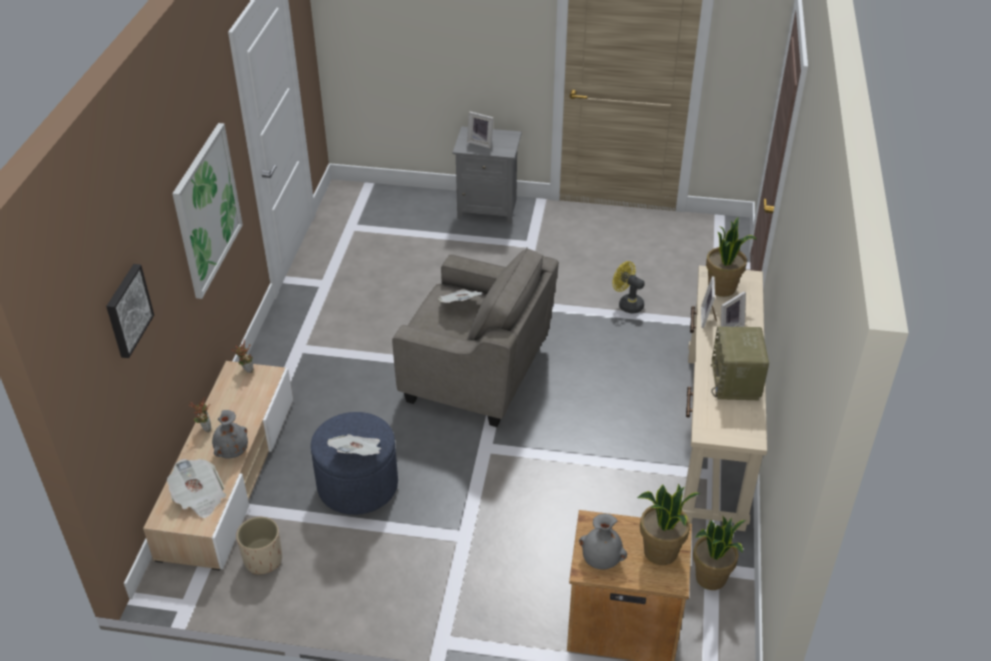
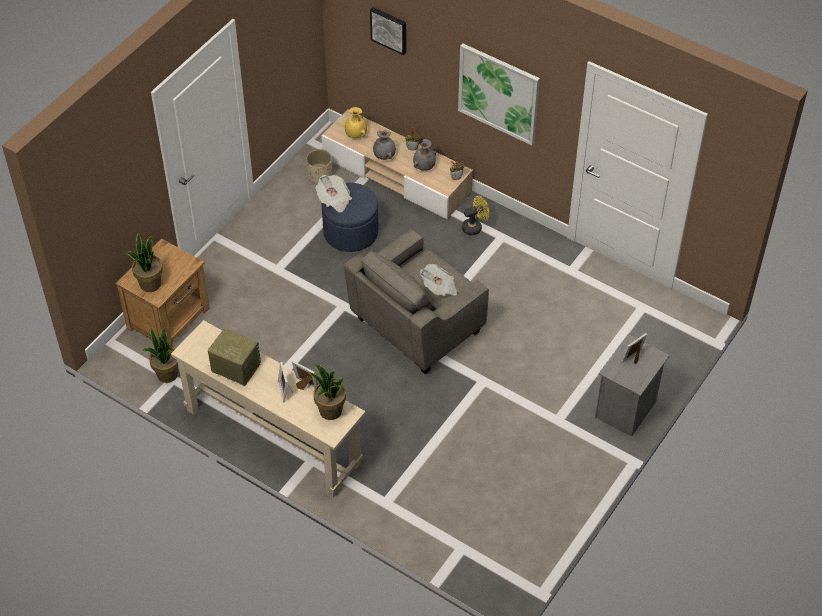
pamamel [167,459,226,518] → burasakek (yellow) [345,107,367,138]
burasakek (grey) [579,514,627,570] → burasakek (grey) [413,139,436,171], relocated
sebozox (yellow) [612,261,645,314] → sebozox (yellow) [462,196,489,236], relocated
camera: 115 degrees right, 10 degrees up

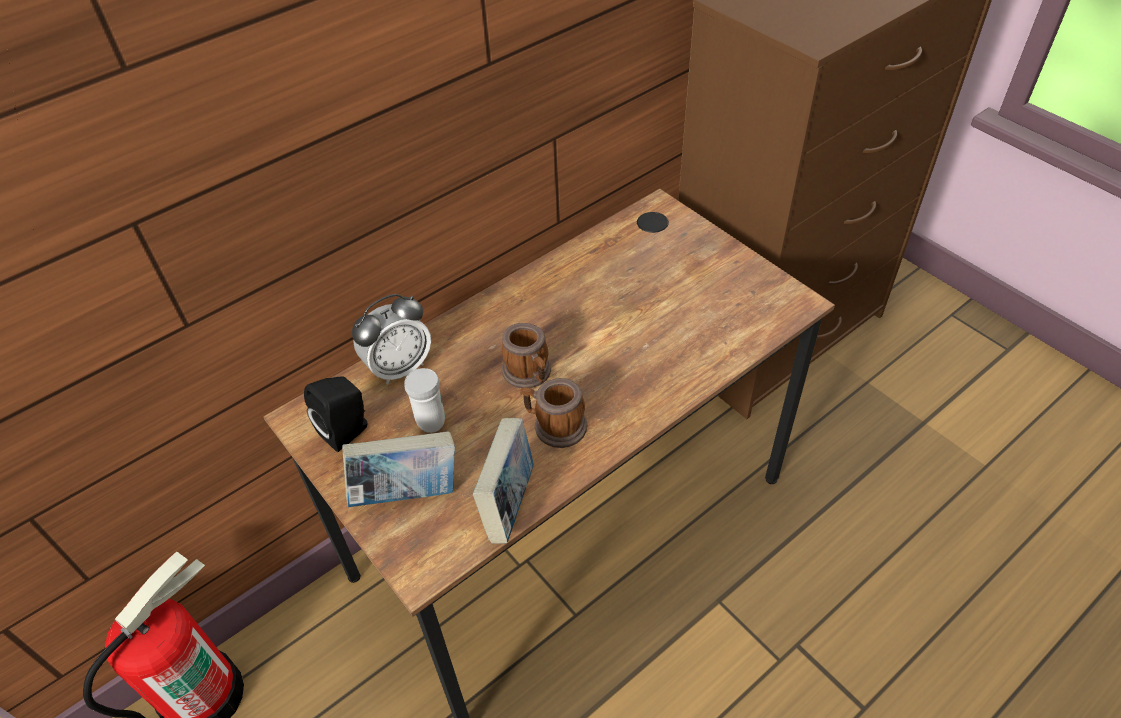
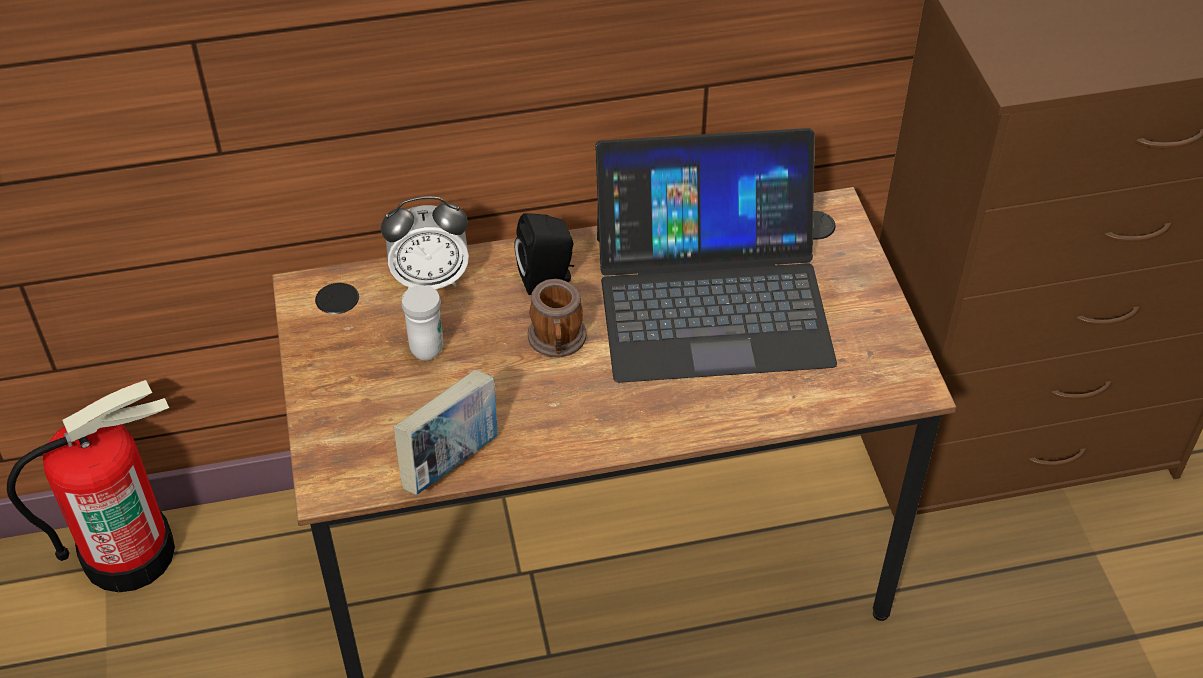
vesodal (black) [304,376,367,452] → vesodal (black) [515,213,574,295], relocated
- → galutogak [595,128,837,383]
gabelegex [342,431,455,507] → -
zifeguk [520,378,587,448] → -
camera: 25 degrees right, 0 degrees up

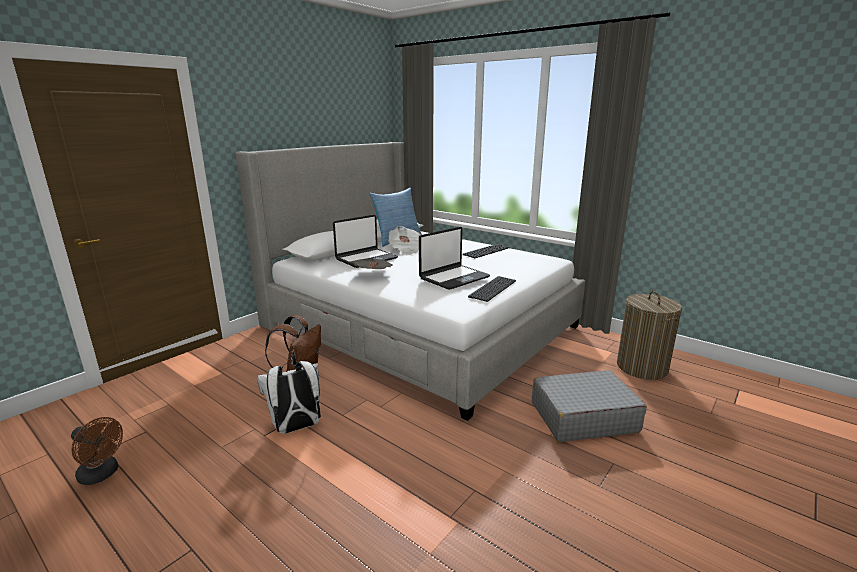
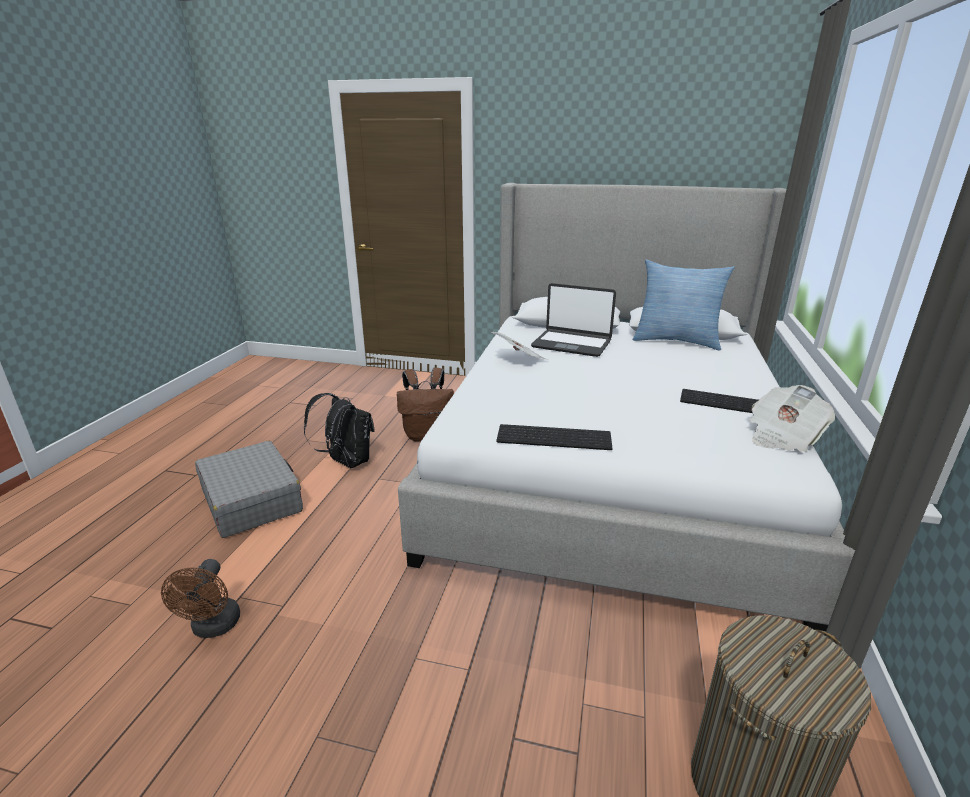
sebozox (brown) [71,417,123,485] → sebozox (brown) [161,559,240,638], relocated
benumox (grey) [532,370,647,442] → benumox (grey) [195,441,303,538], relocated
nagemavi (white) [257,361,321,434] → nagemavi (black) [304,393,375,468]
pamamel [388,226,420,256] → pamamel [750,385,835,452], relocated
galutogak [419,227,490,290] → -
camera: 65 degrees right, 5 degrees up

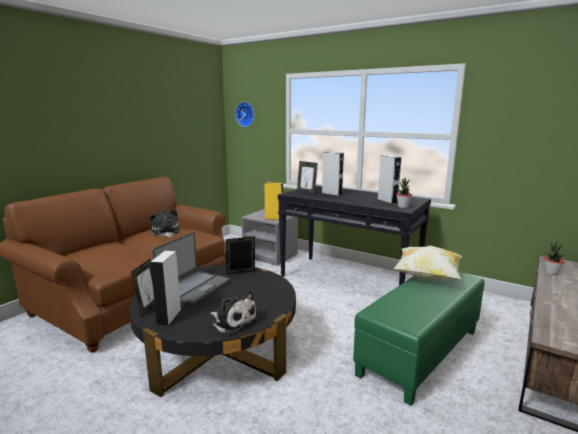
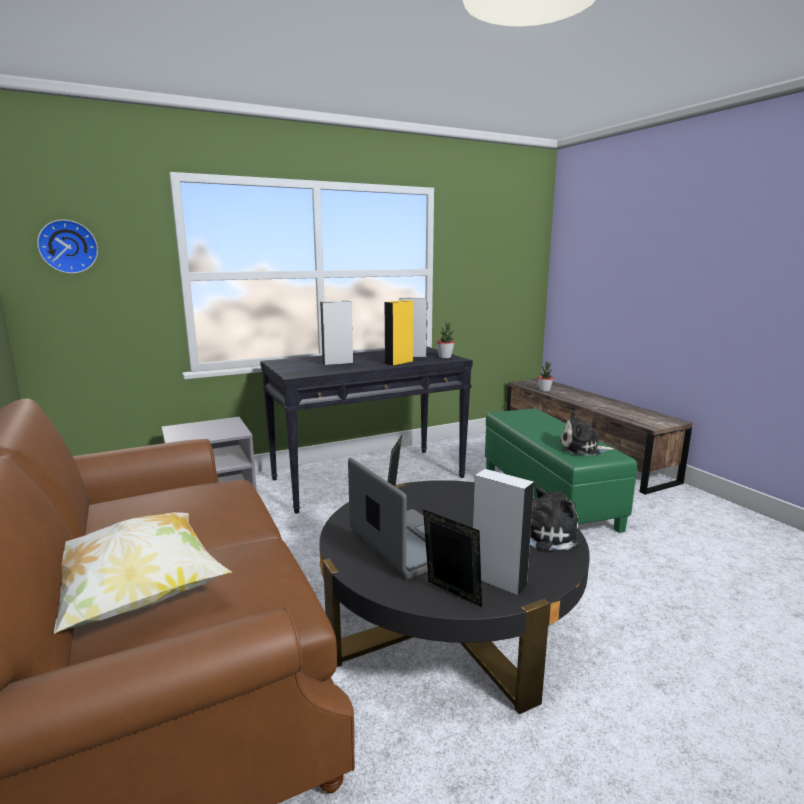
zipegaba [393,246,462,280] → zipegaba [54,512,232,634], relocated
vesodal (yellow) [264,182,283,220] → vesodal (yellow) [385,300,413,366], relocated
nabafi [150,209,180,238] → nabafi [560,411,615,455], relocated
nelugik [297,161,318,194] → -
camera: 60 degrees left, 0 degrees up

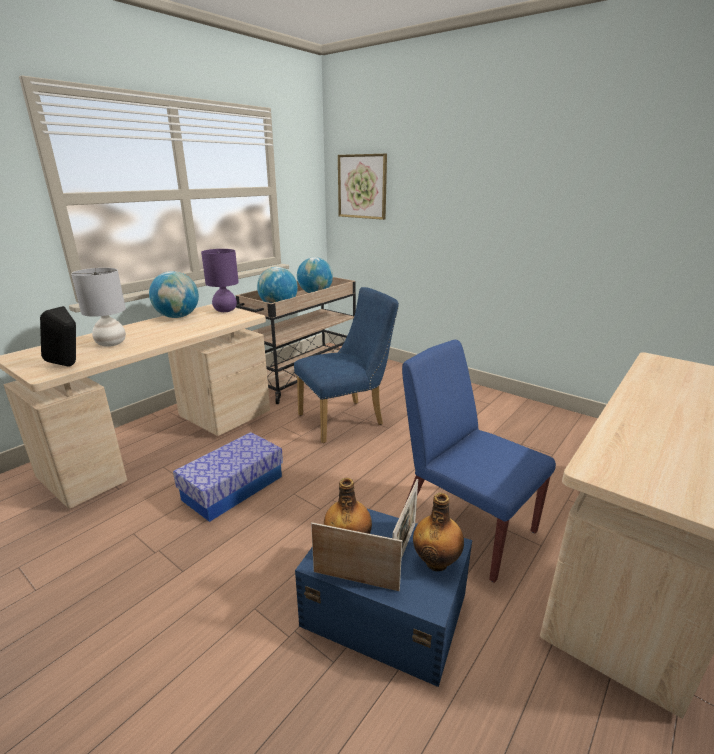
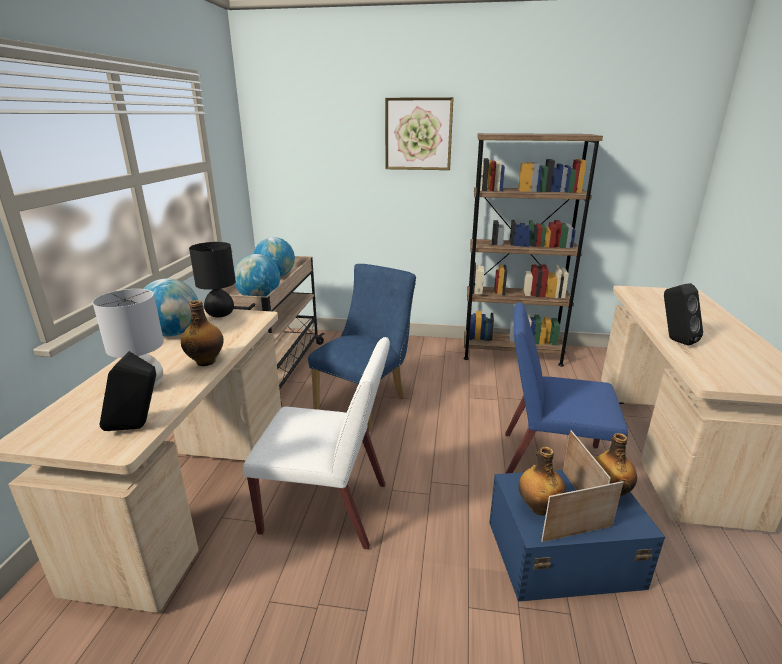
- → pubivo [181,300,224,366]
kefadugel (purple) [201,249,239,312] → kefadugel (black) [189,242,236,317]
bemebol [173,432,283,522] → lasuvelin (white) [243,337,390,549]
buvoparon [338,154,387,220] → buvoparon [385,97,454,170], relocated
- → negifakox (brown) [464,133,603,367]
- → vesodal (black) [664,283,703,346]
camera: 30 degrees left, 0 degrees up

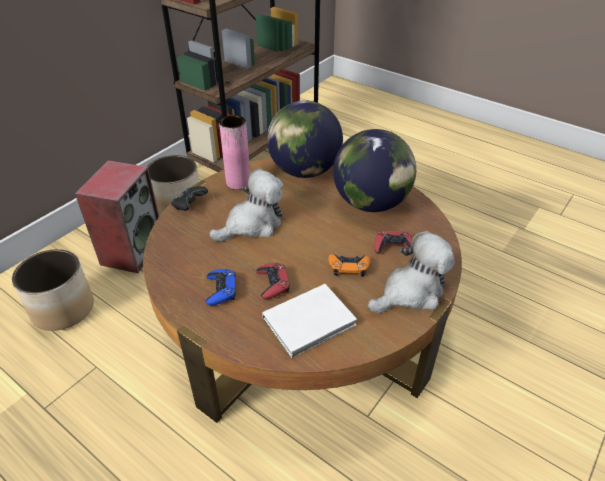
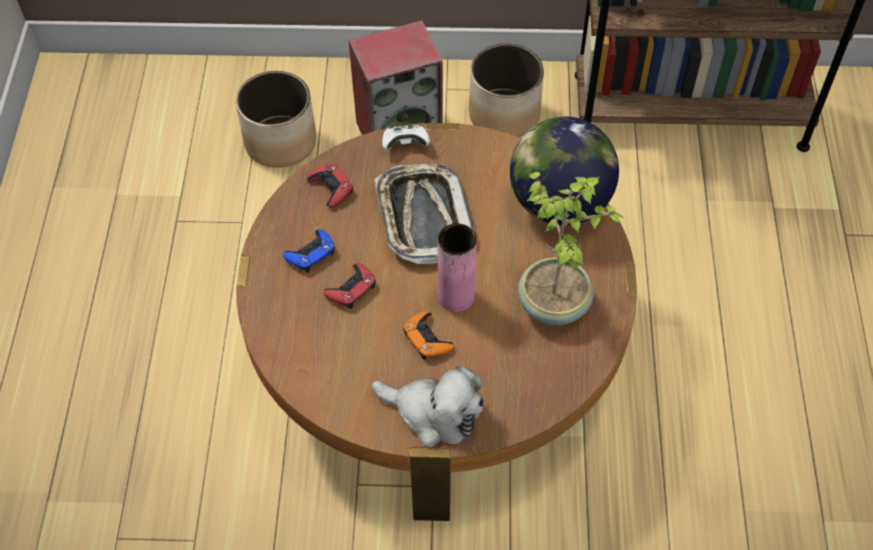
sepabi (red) [374,231,413,255] → sepabi (red) [307,164,353,208], relocated
nabafi [209,169,283,242] → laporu [374,163,474,264]
sepabi (black) [171,186,208,211] → sepabi (white) [382,124,430,150]
burasakek (pink) [219,115,250,190] → burasakek (pink) [438,223,477,312], relocated
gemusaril [333,129,416,212] → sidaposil [518,172,624,325]
gabelegex (white) [262,284,357,358] → -
camera: 55 degrees right, 15 degrees up

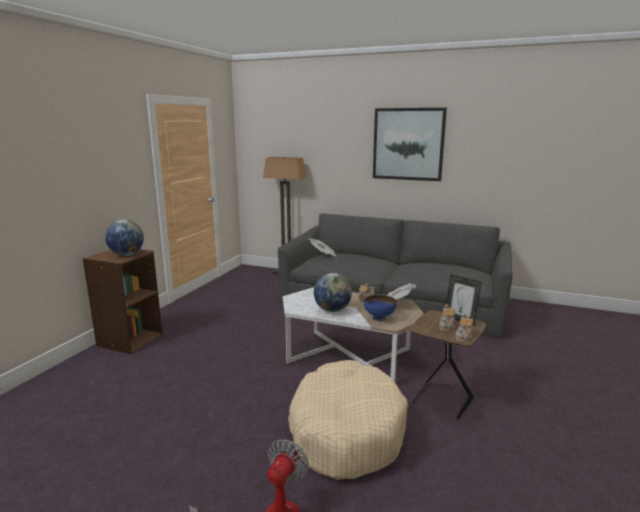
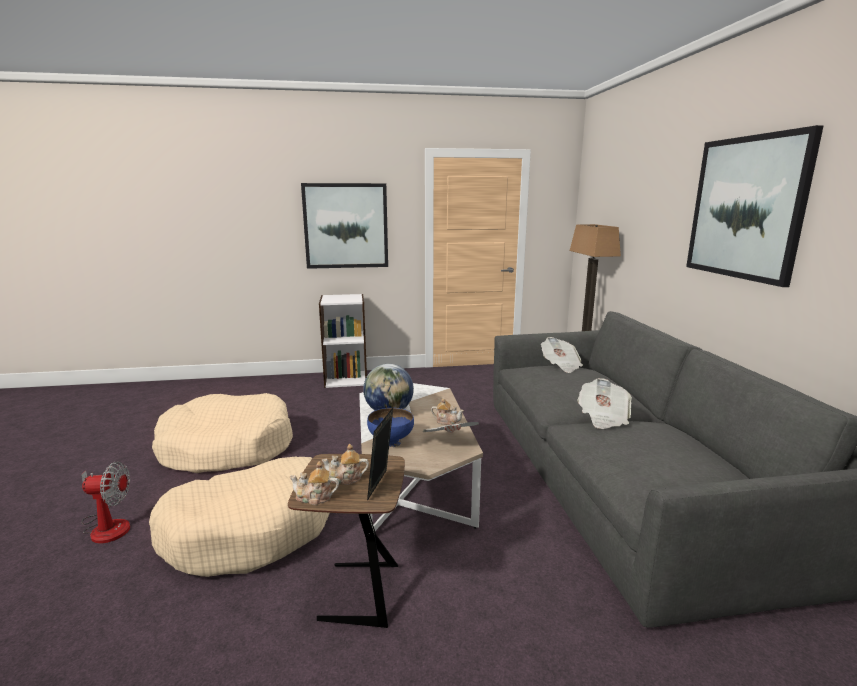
- → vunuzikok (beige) [152,393,293,473]
- → buvoparon [301,183,388,269]
negifakox (brown) [83,249,163,354] → negifakox (white) [319,294,367,388]
- → pamamel [577,378,632,429]
gemusaril [105,220,144,256] → -
camera: 60 degrees right, 0 degrees up

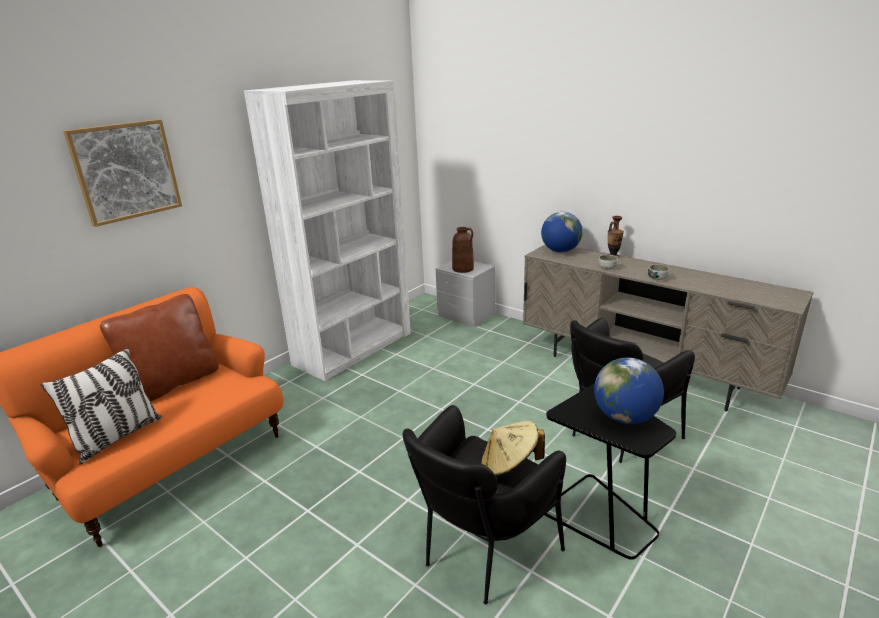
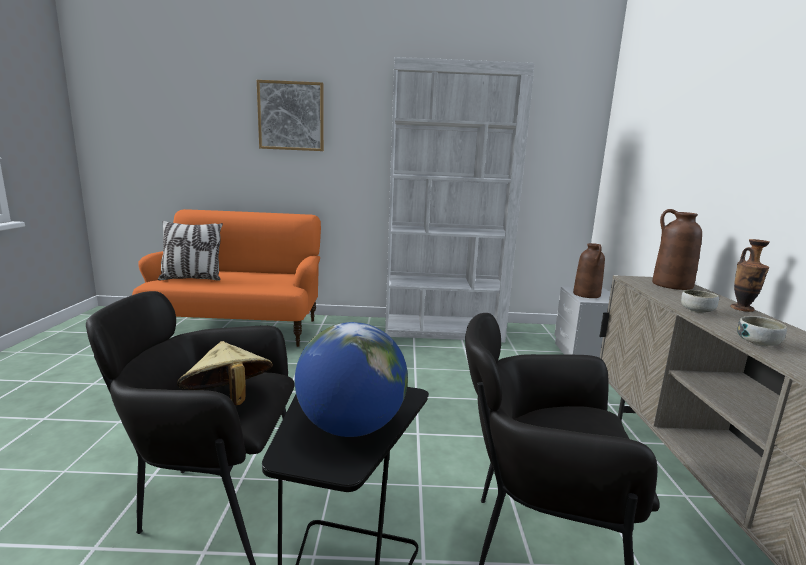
gemusaril [541,212,583,252] → burasakek (brown) [652,209,702,290]
zipegaba (brown) [100,294,219,401] → -
camera: 50 degrees right, 10 degrees down

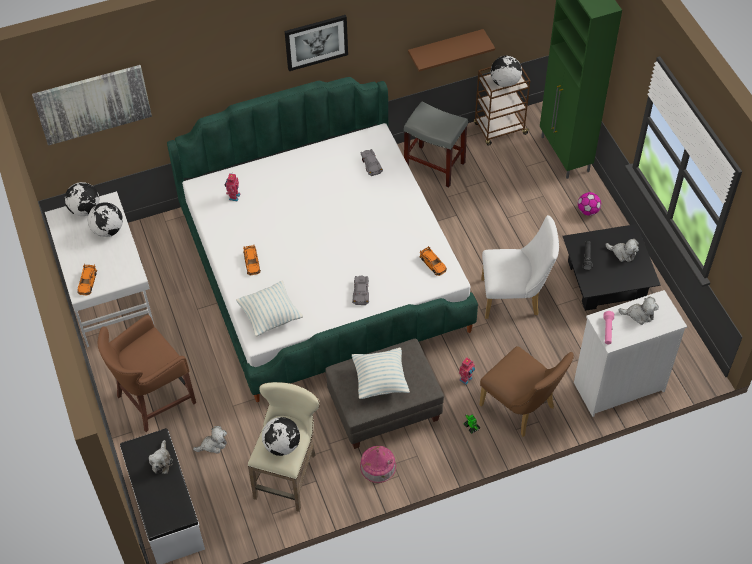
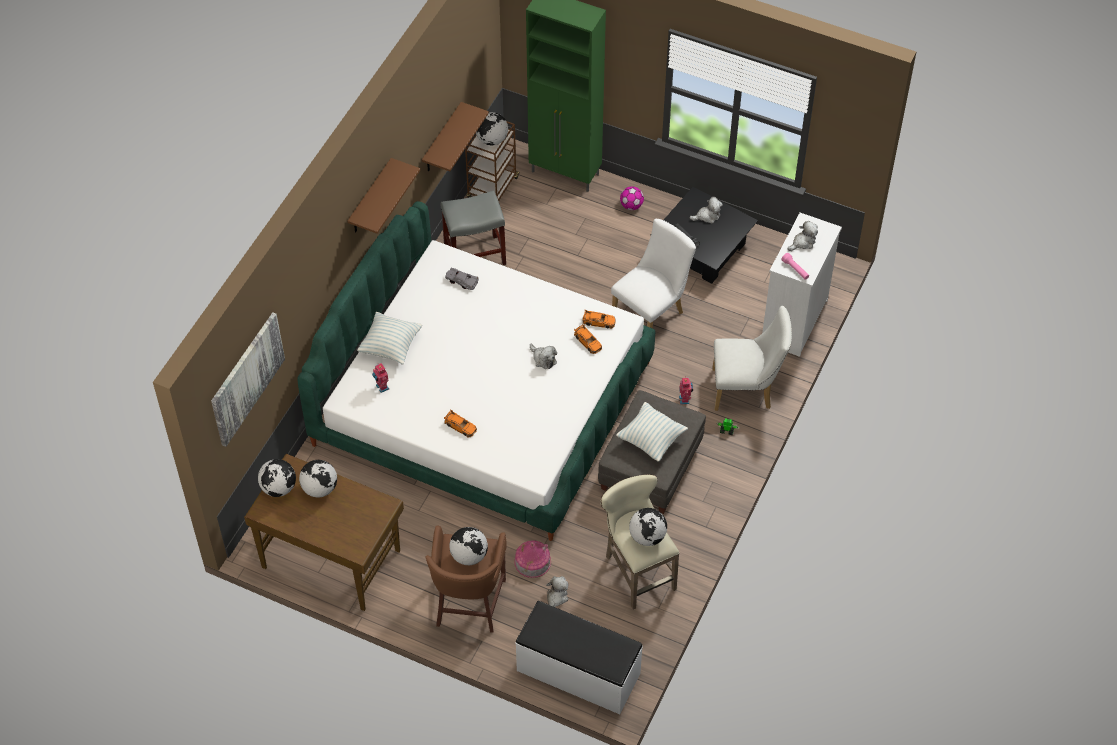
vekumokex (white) [45,191,155,347] → vekumokex (brown) [244,454,404,611]
buvoparon [285,15,348,71] → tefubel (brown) [348,158,420,234]
zipegaba [236,281,303,337] → zipegaba [357,312,422,364], relocated
- → gemusaril [449,527,488,565]
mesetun [360,446,396,483] → mesetun [514,540,551,578], relocated
nabafi [149,440,173,474] → nabafi [530,344,557,369], relocated
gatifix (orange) [77,263,97,295] → gatifix (orange) [574,323,602,354], relocated
lasuvelin (brown) [479,346,574,437] → lasuvelin (white) [712,306,792,411]
gatifix (grey) [352,276,369,305] → -
camera: 45 degrees left, 0 degrees up

